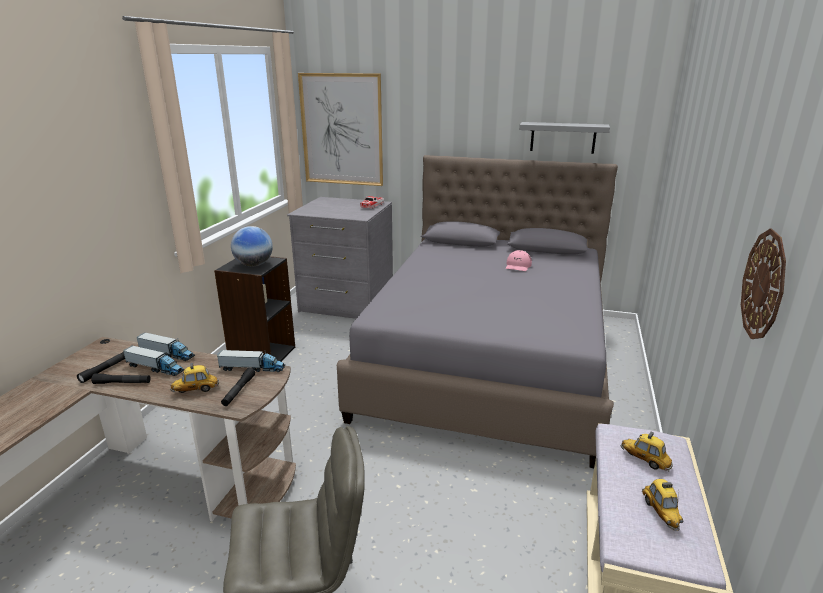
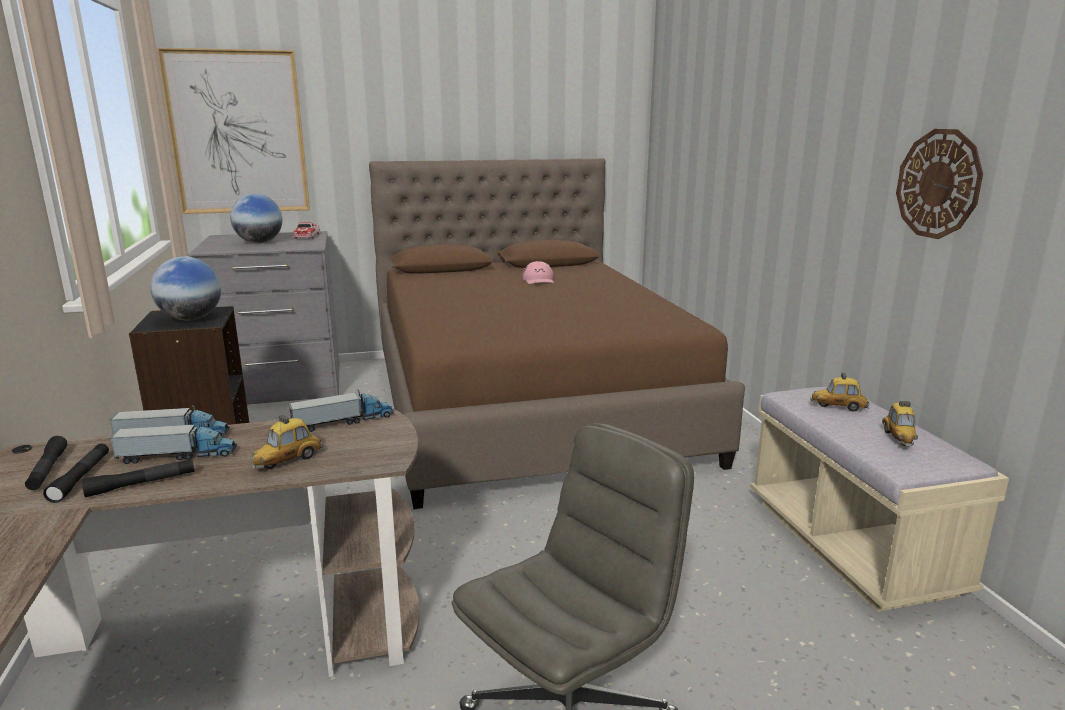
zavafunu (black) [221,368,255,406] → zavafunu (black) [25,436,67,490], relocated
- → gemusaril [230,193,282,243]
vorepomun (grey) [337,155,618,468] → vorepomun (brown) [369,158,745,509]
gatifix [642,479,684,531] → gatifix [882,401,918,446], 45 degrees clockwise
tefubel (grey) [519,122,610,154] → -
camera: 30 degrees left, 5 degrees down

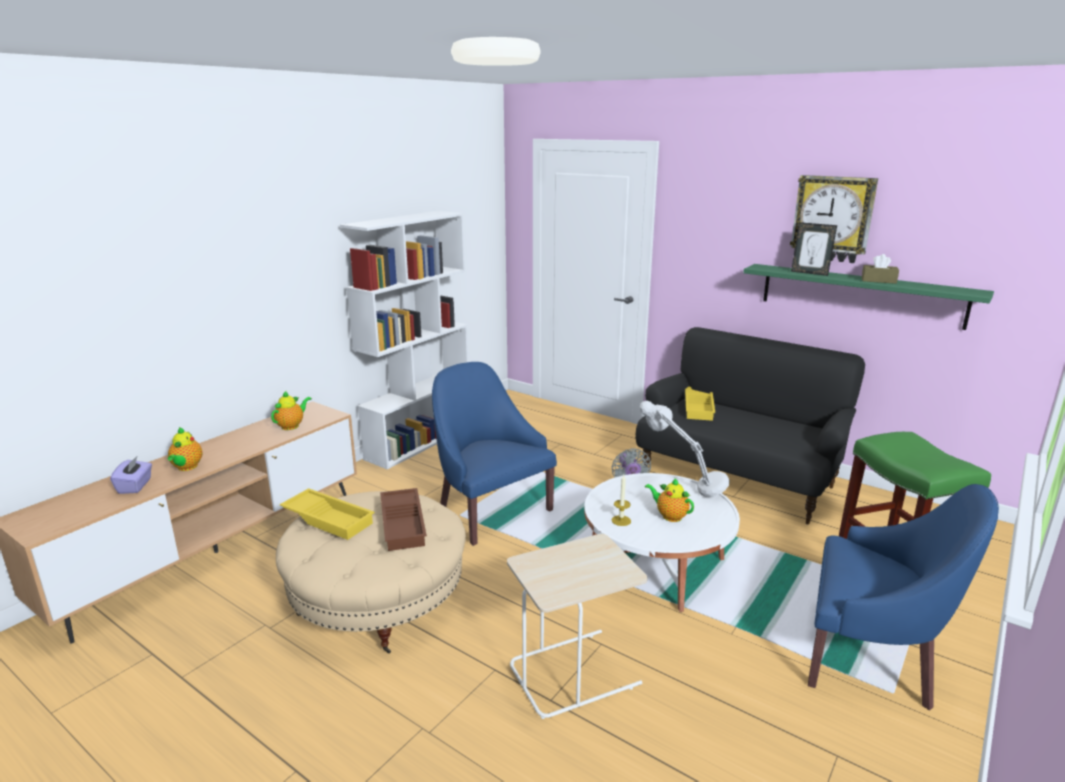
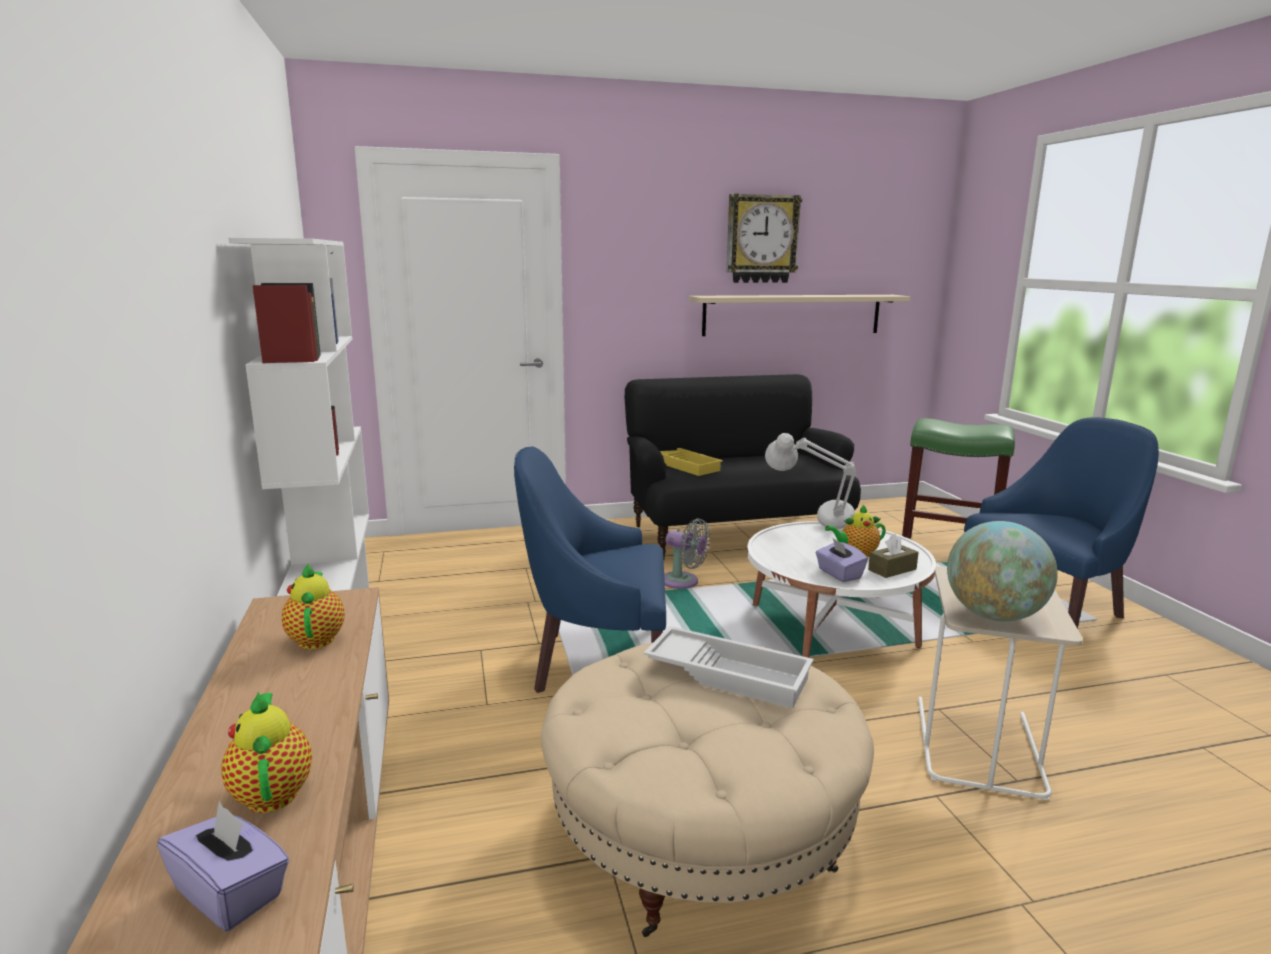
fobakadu [168,427,202,471] → fobakadu [221,692,312,813], 150 degrees counterclockwise
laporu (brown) [380,488,427,551] → laporu (white) [644,626,814,708]
tefubel (green) [743,264,994,330] → tefubel (beige) [689,295,910,336]
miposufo [612,475,631,526] → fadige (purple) [816,537,868,582]
fadige (brown) [862,254,899,284] → fadige (brown) [868,534,919,578], relocated
- → gemusaril [947,521,1058,621]
laporu (yellow) [280,488,375,540] → -
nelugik [791,222,837,276] → -
camera: 50 degrees left, 5 degrees down

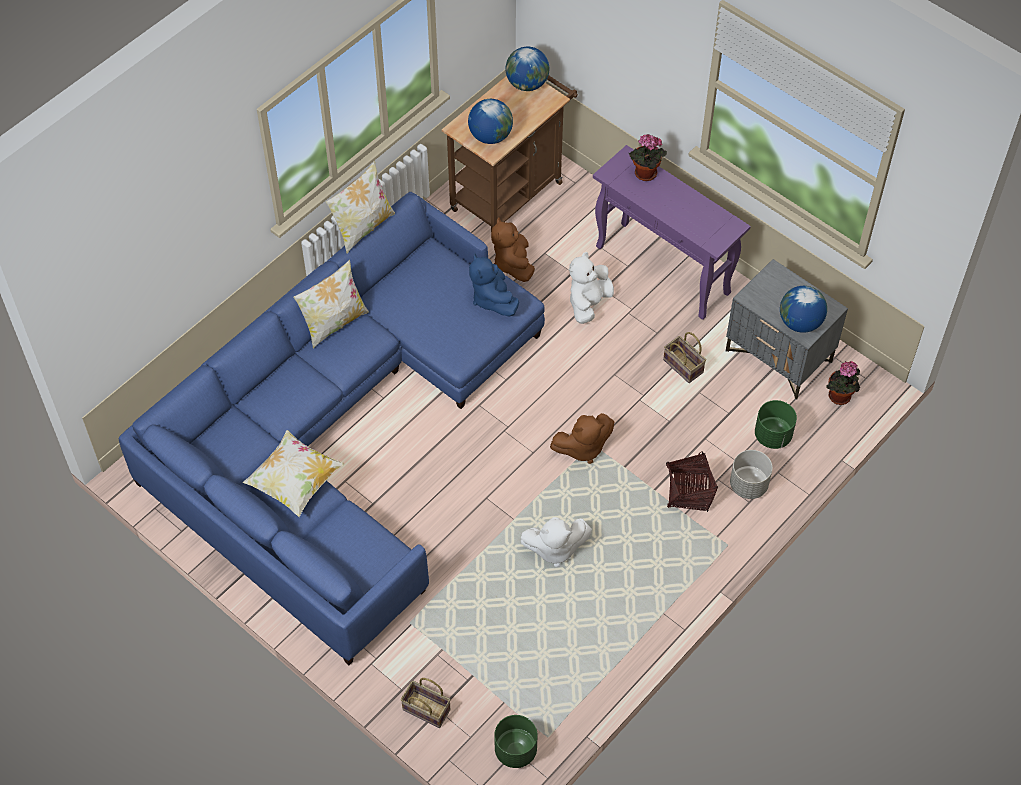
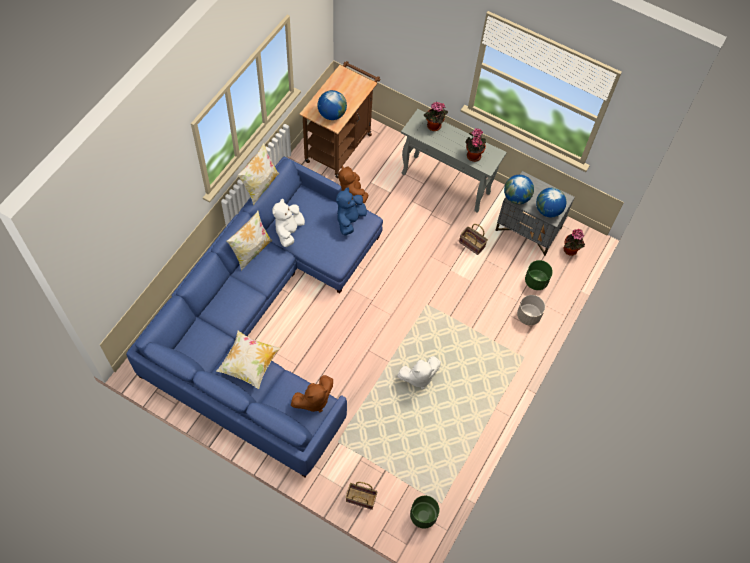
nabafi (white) [569,252,614,324] → nabafi (white) [272,199,305,247], relocated
nabafi (brown) [550,413,614,464] → nabafi (brown) [291,375,333,413], relocated
nabafi (blue) [469,254,519,317] → nabafi (blue) [336,188,367,236], 60 degrees clockwise
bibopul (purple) [593,145,751,320] → bibopul (grey) [401,109,507,213]
- → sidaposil [465,128,486,162]
gemusaril [506,47,549,91] → gemusaril [504,175,534,204], relocated
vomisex [666,451,718,512] → -
camera: 15 degrees left, 5 degrees up

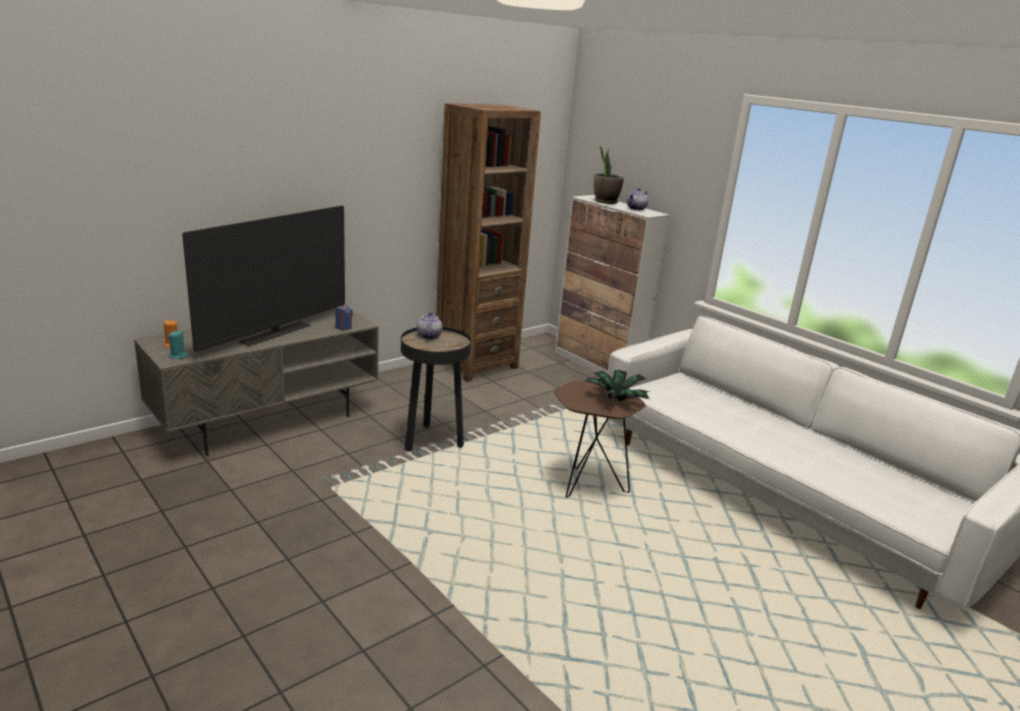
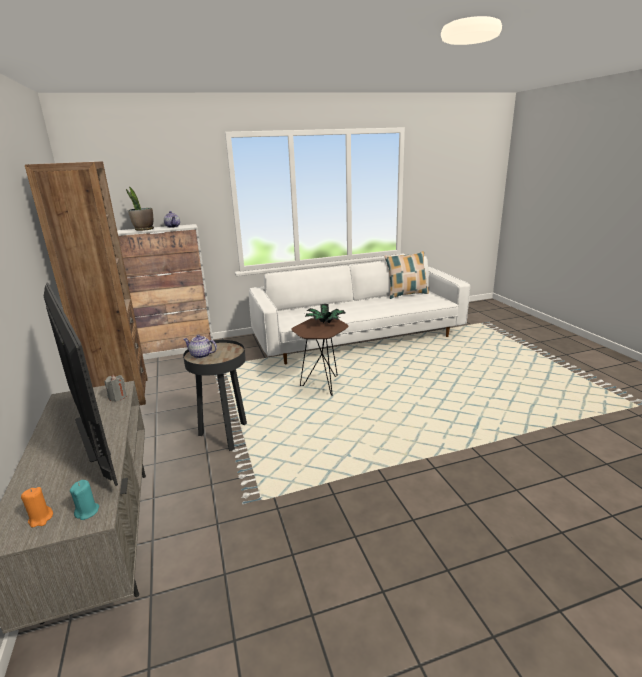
miposufo (blue) [335,305,353,330] → miposufo (grey) [104,375,127,401]
- → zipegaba [385,251,429,299]
camera: 65 degrees left, 0 degrees up

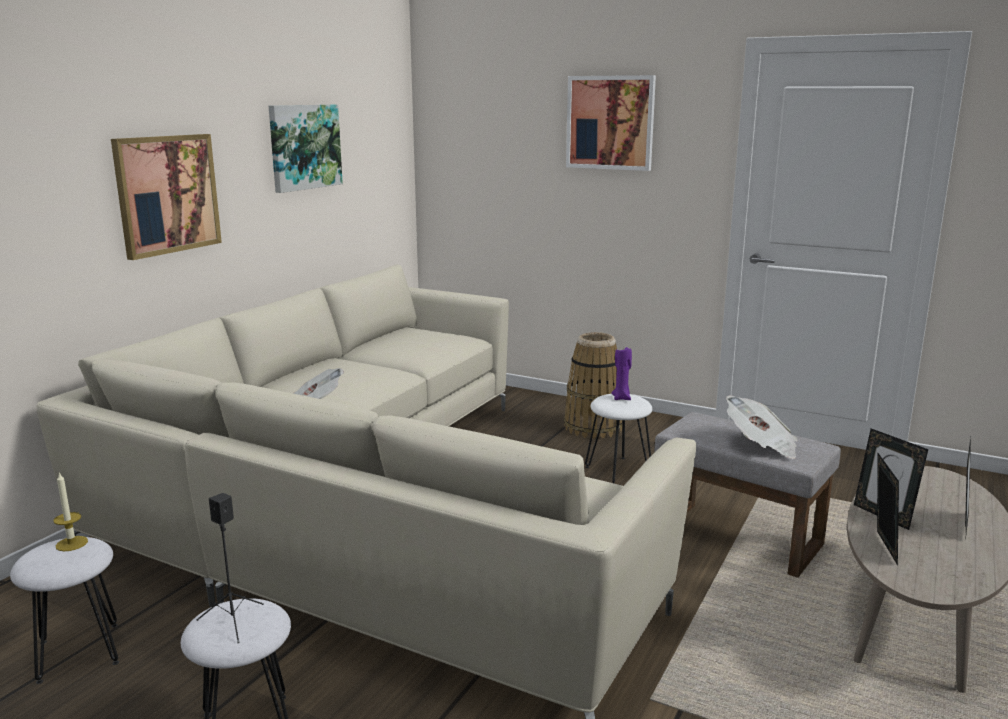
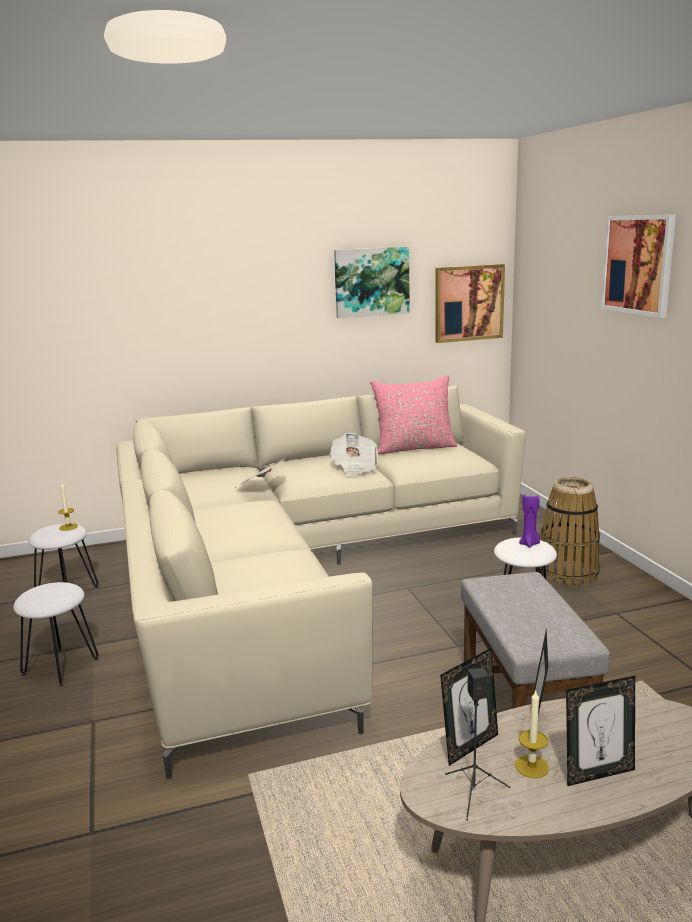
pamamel [726,395,798,459] → pamamel [330,433,378,476], relocated
- → zipegaba (pink) [370,375,457,454]
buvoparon [111,134,222,260] → buvoparon [435,264,505,343], relocated
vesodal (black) [197,493,264,643] → vesodal (black) [445,668,510,821], relocated
- → miposufo [515,690,549,778]
camera: 45 degrees right, 0 degrees up

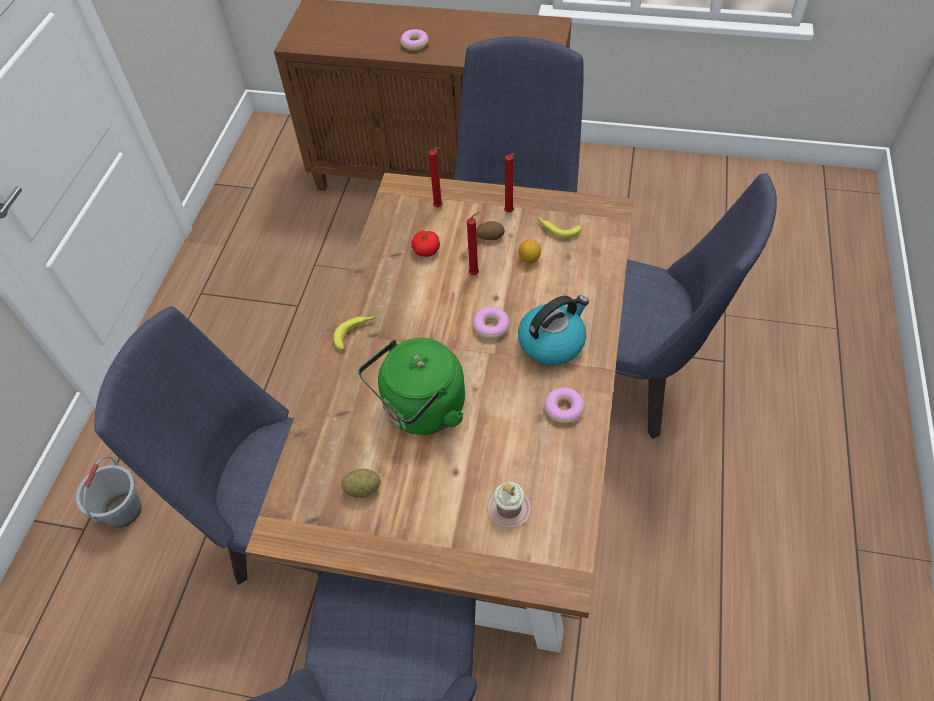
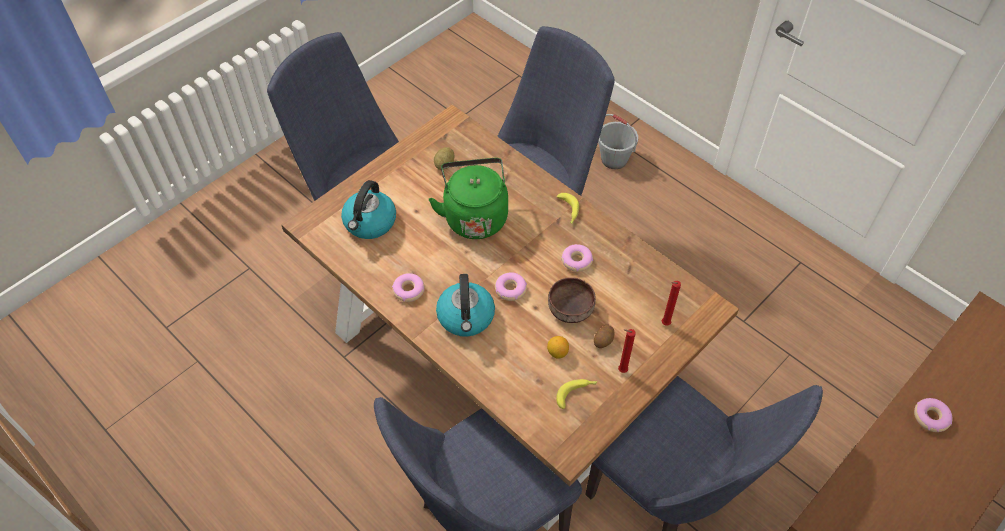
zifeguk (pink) [487,481,531,528] → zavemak [341,180,396,239]
miposufo (red) [467,212,480,275] → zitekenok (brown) [548,277,596,323]
- → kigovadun [561,244,593,272]
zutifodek [411,231,440,257] → -
camera: 120 degrees right, 0 degrees up

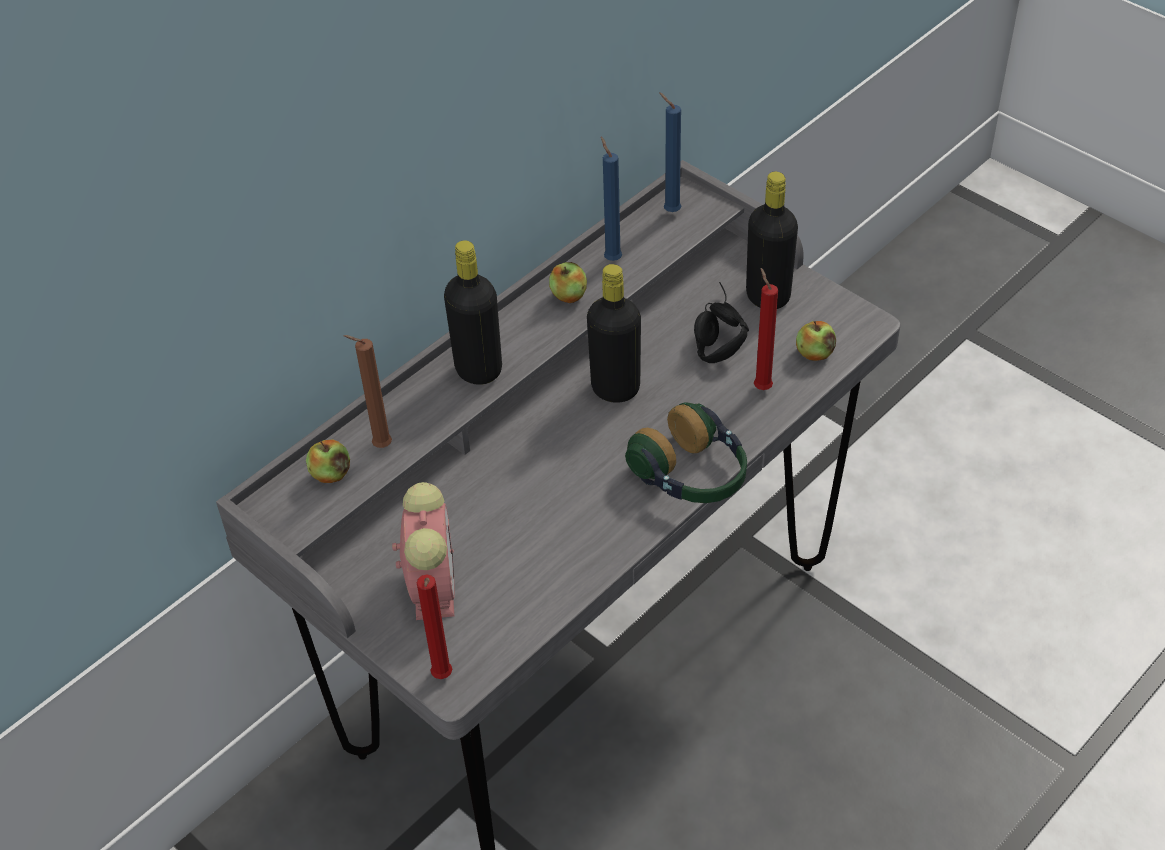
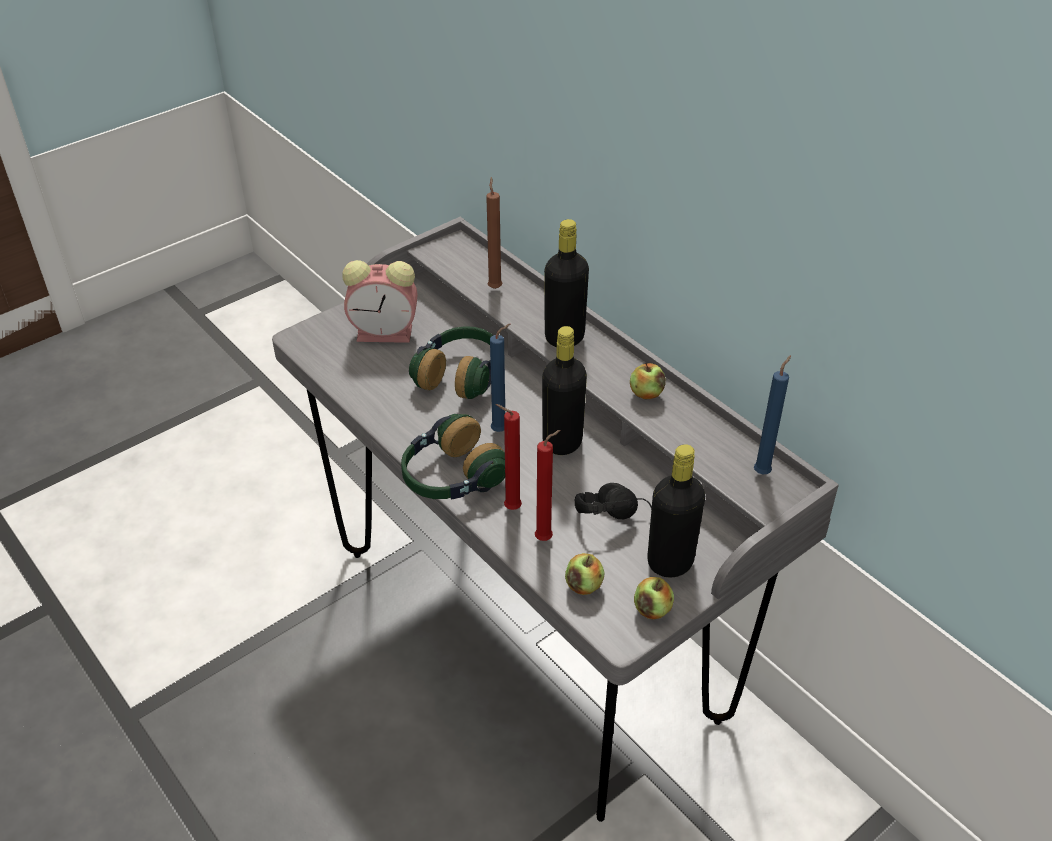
- → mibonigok [409,326,493,399]
miposufo (blue) [601,137,622,261] → miposufo (blue) [490,324,510,432], relocated
miposufo (red) [417,574,452,679] → miposufo (red) [495,404,522,510], relocated
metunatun [306,439,350,483] → metunatun [634,577,674,619], relocated
camera: 95 degrees right, 5 degrees down

